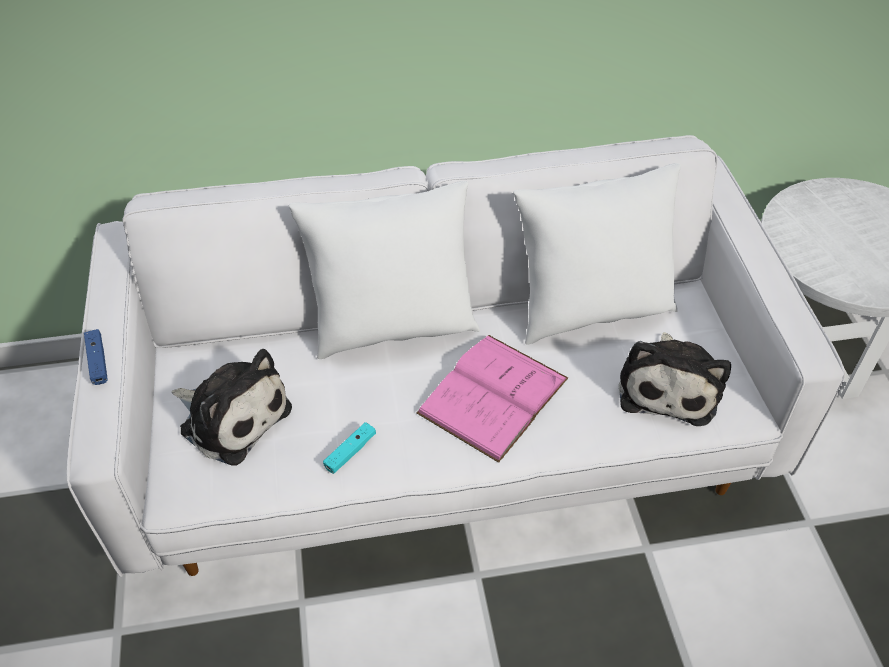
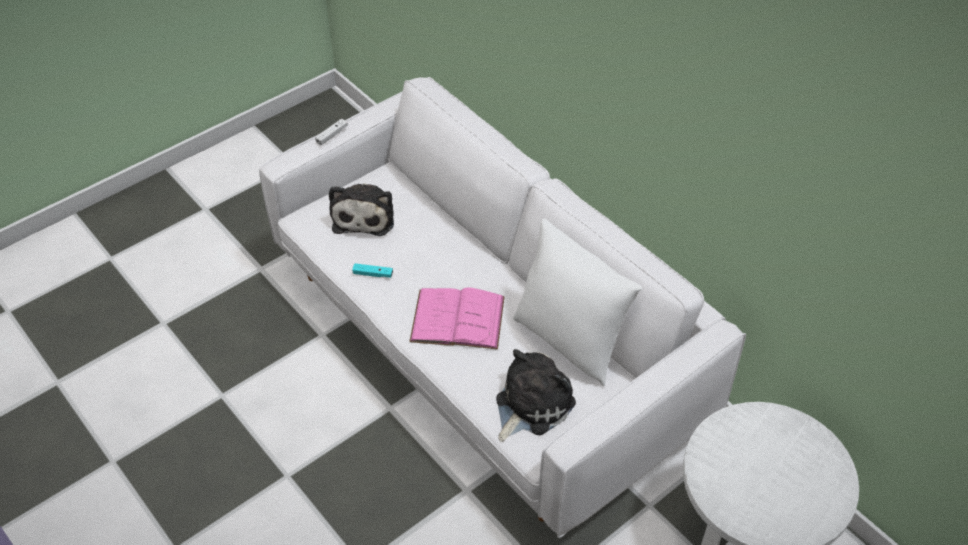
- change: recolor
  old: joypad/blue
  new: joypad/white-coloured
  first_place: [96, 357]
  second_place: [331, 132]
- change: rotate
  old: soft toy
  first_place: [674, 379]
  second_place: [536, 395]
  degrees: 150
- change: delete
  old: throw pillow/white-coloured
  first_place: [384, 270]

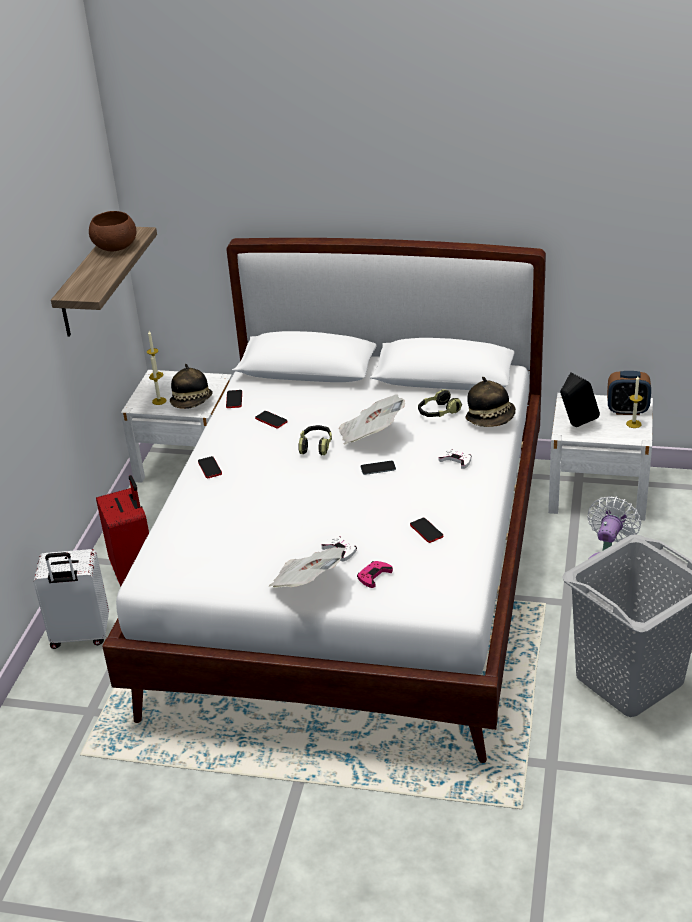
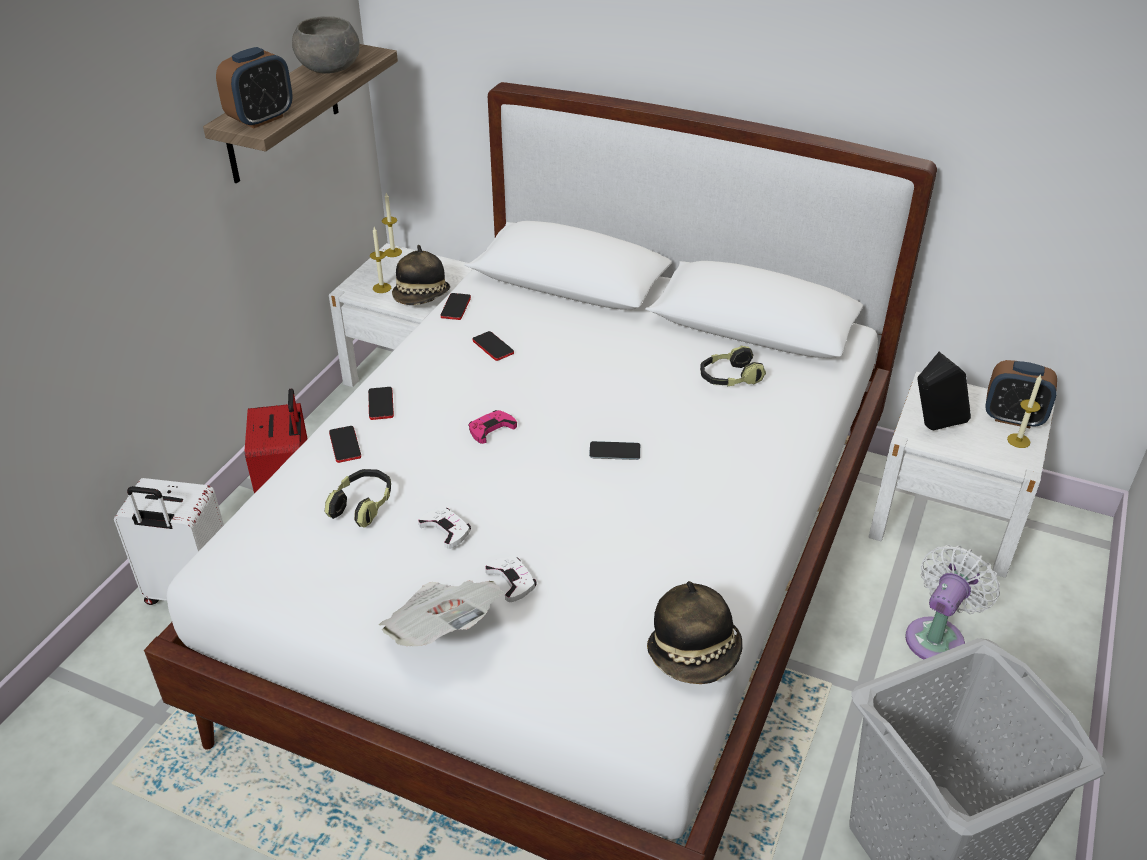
- change: insert
  new: table clock
  second_place: [254, 87]
- change: recolor
  old: deep dish/brown-coloured
  new: deep dish/greyish
  first_place: [112, 231]
  second_place: [326, 45]
- change: move
  old: headphones
  first_place: [315, 440]
  second_place: [358, 498]
- change: move
  old: handset
  first_place: [426, 530]
  second_place: [345, 444]
- change: move
  old: joypad/white-coloured
  first_place: [455, 459]
  second_place: [444, 528]
- change: move
  old: joypad/pink
  first_place: [375, 574]
  second_place: [492, 427]
- change: move
  old: wearable hat
  first_place: [490, 402]
  second_place: [695, 632]
- change: delete
  old: daily paper
  first_place: [372, 419]

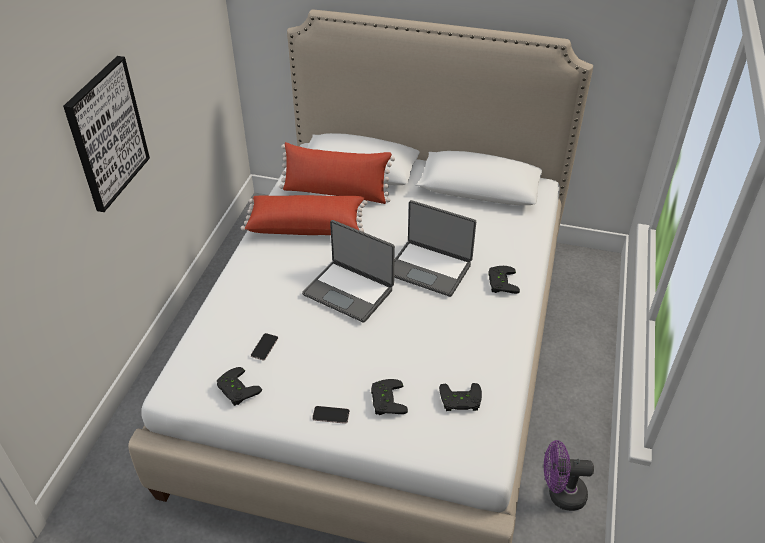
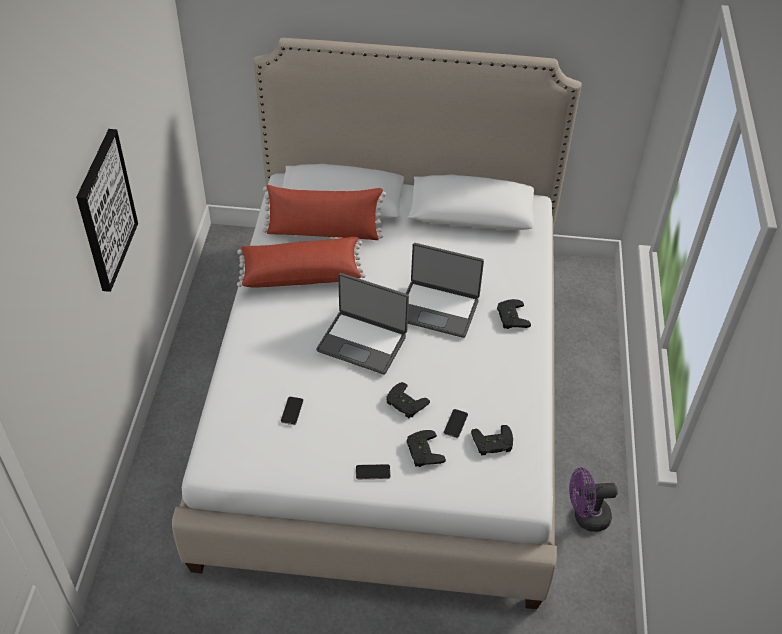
- change: move
  old: joypad/black-coloured
  first_place: [239, 386]
  second_place: [408, 400]
- change: insert
  new: handset
  second_place: [456, 423]

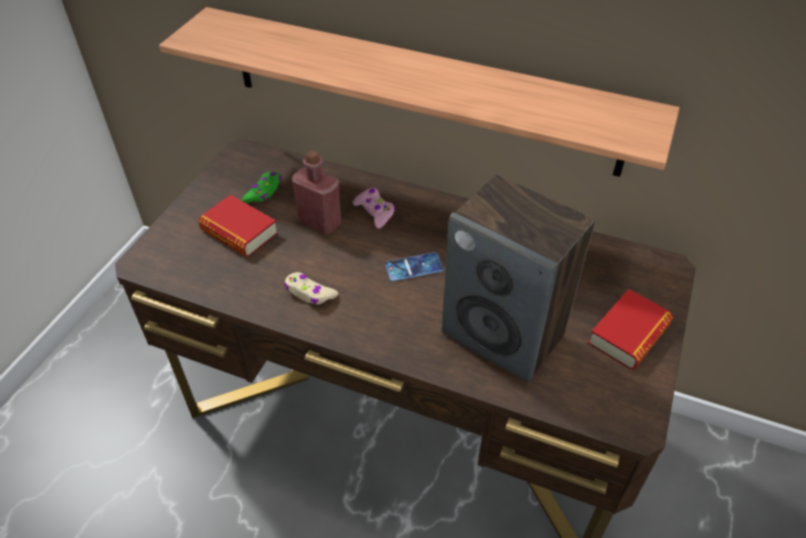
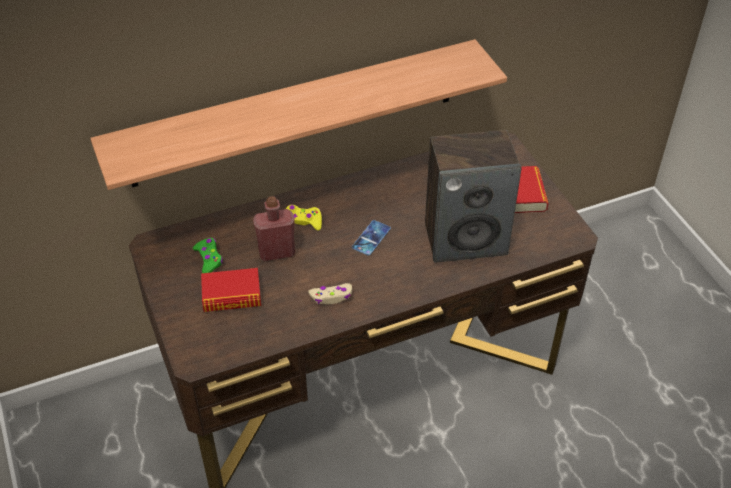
- change: recolor
  old: joypad/pink
  new: joypad/yellow-coloured
  first_place: [374, 208]
  second_place: [304, 217]

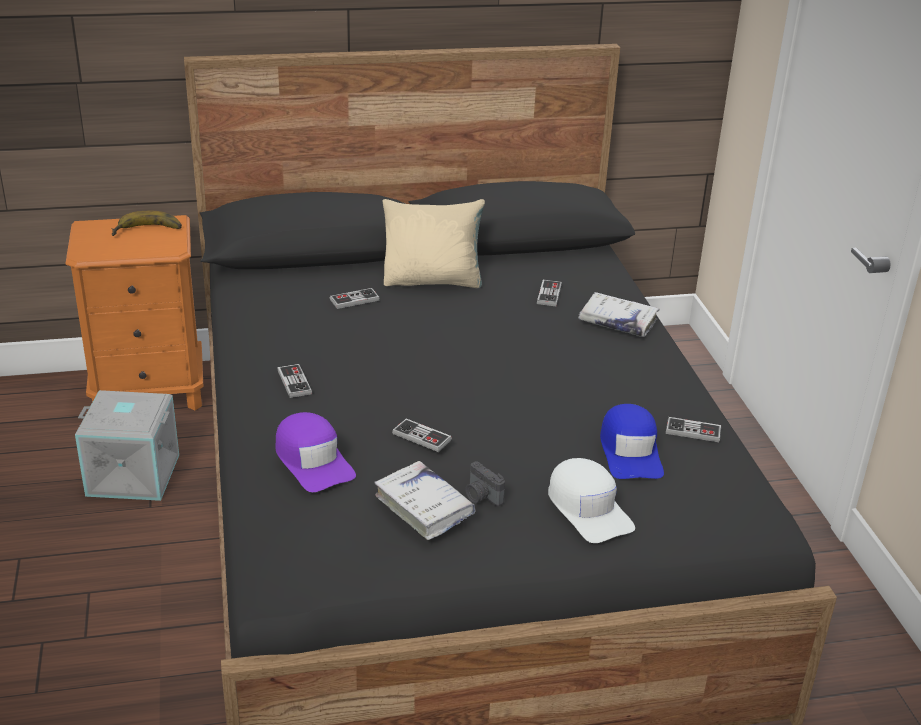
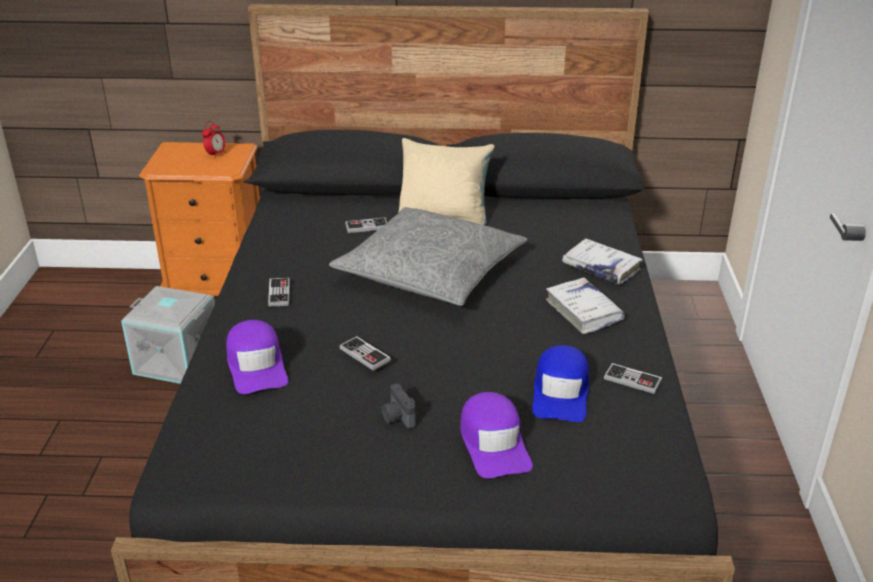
- change: replace
  old: banana fruit
  new: table clock
  first_place: [147, 223]
  second_place: [214, 140]
- change: insert
  new: throw pillow/greyish
  second_place: [428, 256]
- change: recolor
  old: baseball cap/white-coloured
  new: baseball cap/purple-coloured
  first_place: [591, 500]
  second_place: [496, 435]
- change: move
  old: volume/white-coloured
  first_place: [424, 500]
  second_place: [585, 306]
- change: delete
  old: joypad
  first_place: [549, 293]

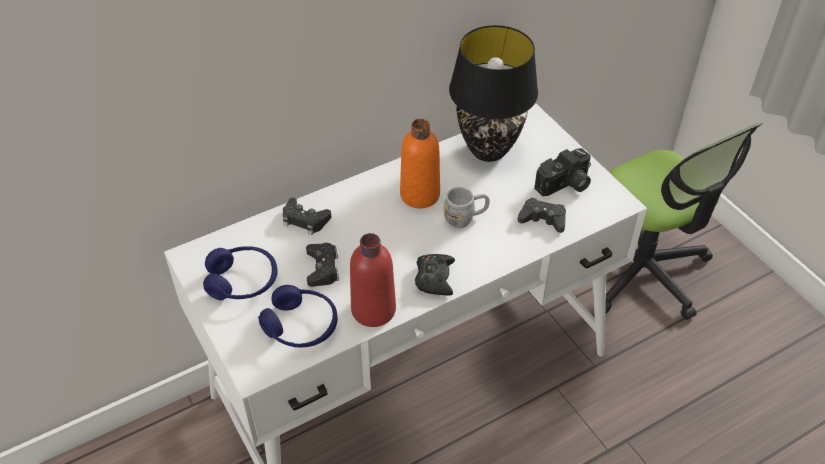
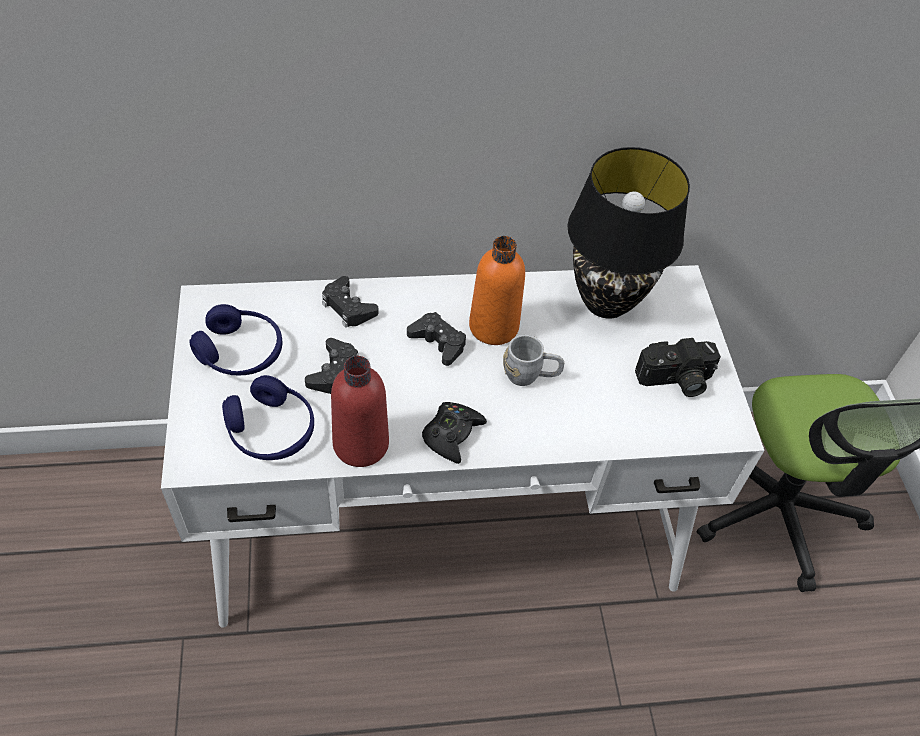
- change: move
  old: joypad/black-coloured
  first_place: [542, 215]
  second_place: [436, 339]

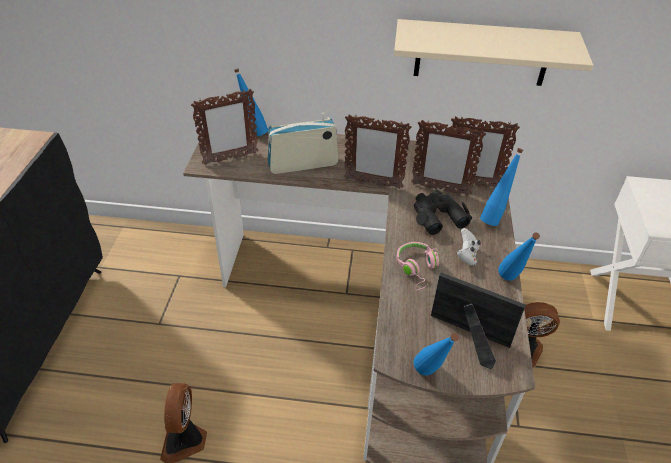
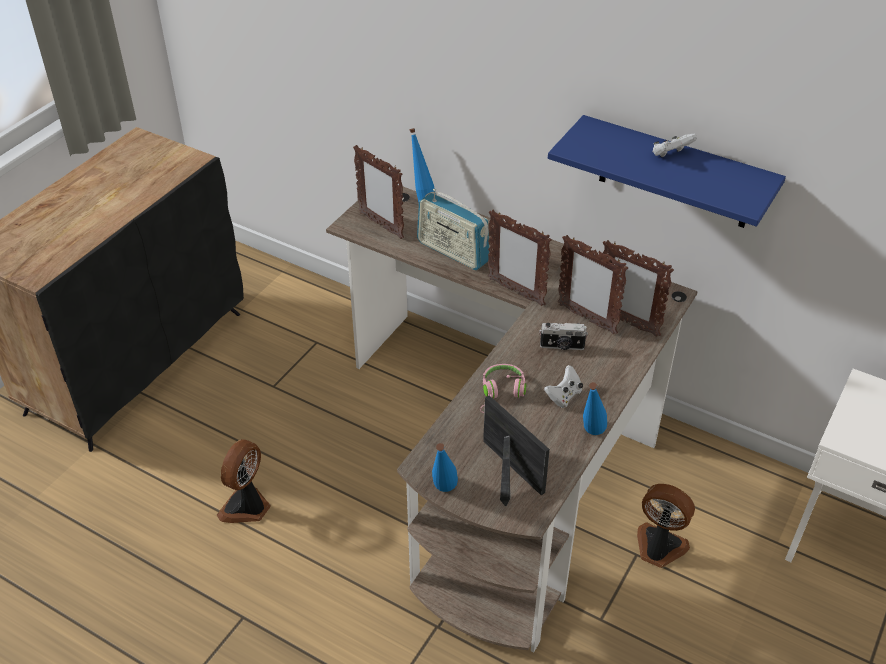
- change: rotate
  old: picture frame
  first_place: [224, 127]
  second_place: [378, 192]
  degrees: 45
- change: rotate
  old: radio receiver
  first_place: [303, 143]
  second_place: [453, 229]
  degrees: -150
- change: replace
  old: pair of binoculars/black-coloured
  new: still camera
  first_place: [443, 212]
  second_place: [563, 336]
- change: recolor
  old: bracket shelf/beige
  new: bracket shelf/blue
  first_place: [493, 52]
  second_place: [667, 171]
- change: insert
  new: joypad/white-coloured
  second_place: [674, 145]
- change: delete
  old: bottle/blue
  first_place: [502, 187]

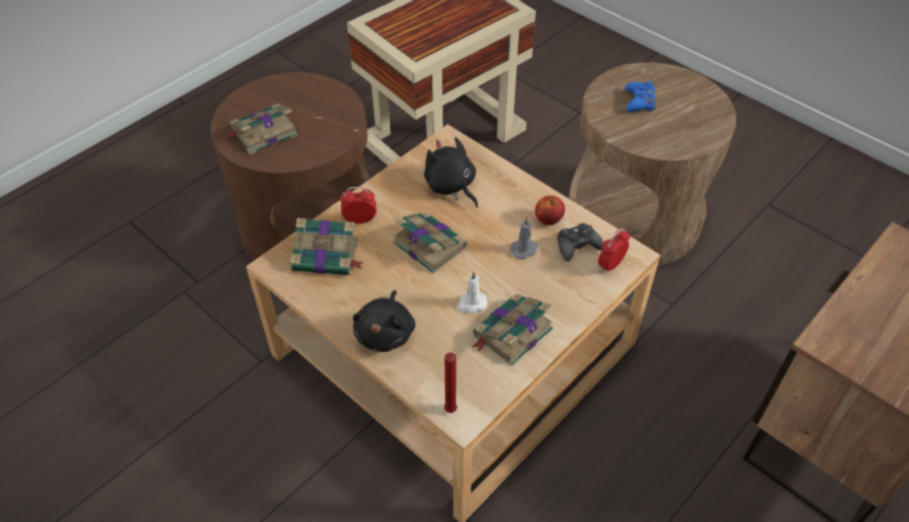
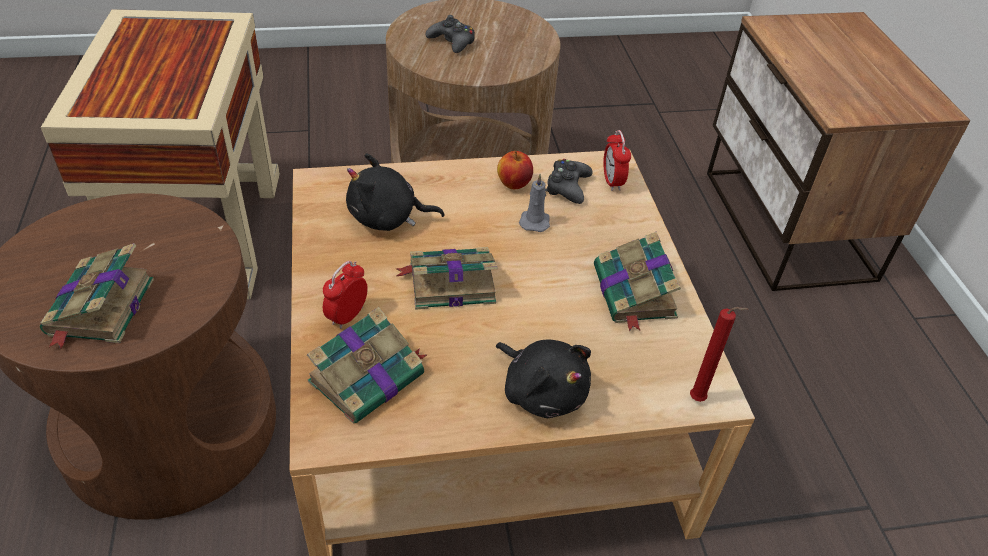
- change: recolor
  old: joypad/blue
  new: joypad/black-coloured
  first_place: [640, 96]
  second_place: [450, 34]
- change: delete
  old: wax candle/white-coloured
  first_place: [472, 292]

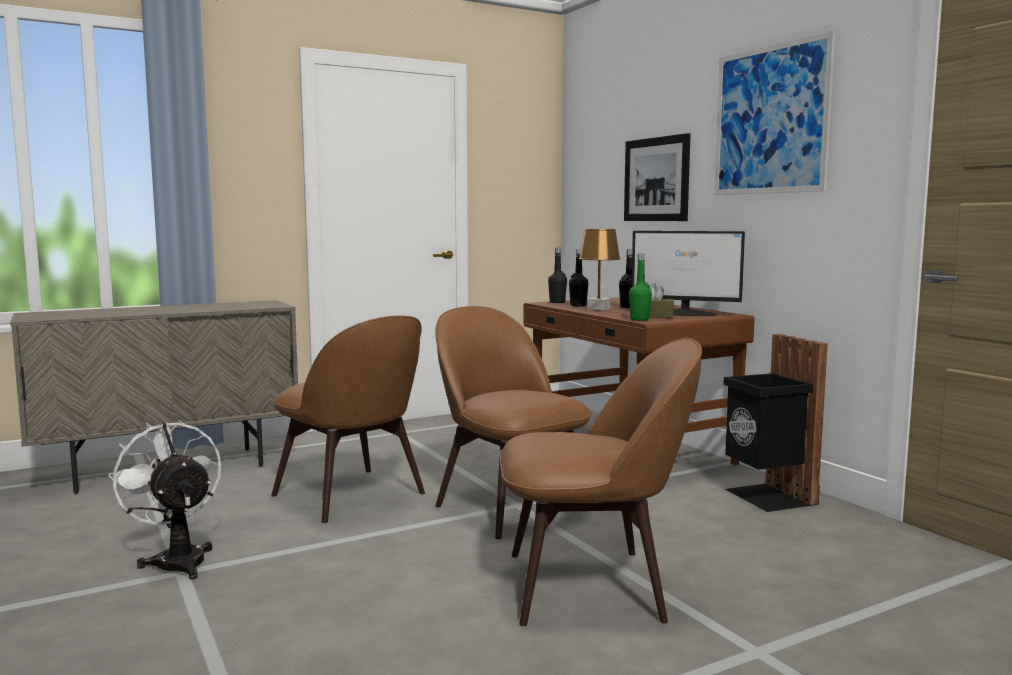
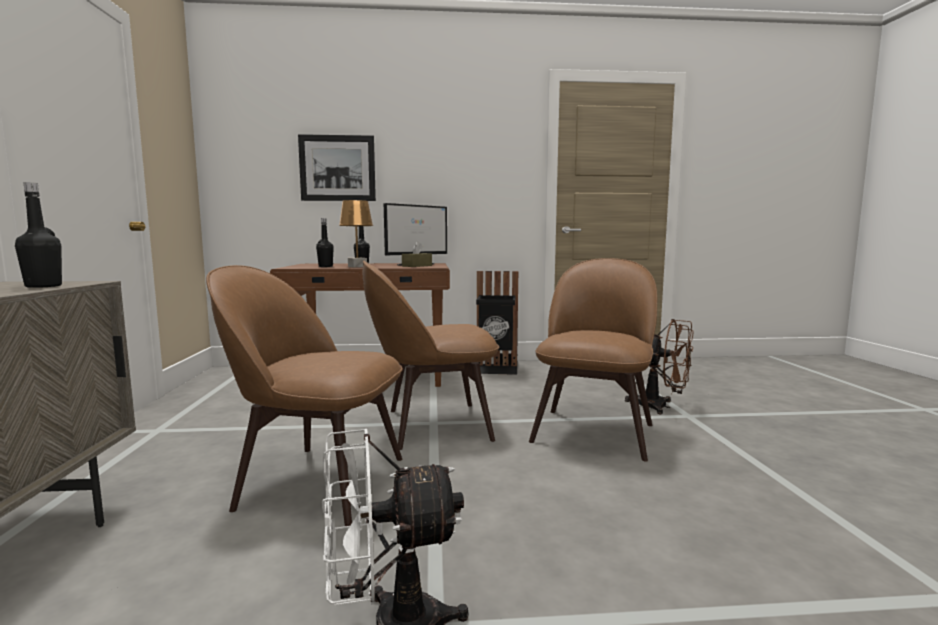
- change: move
  old: bottle/black-coloured
  first_place: [557, 275]
  second_place: [38, 235]
- change: rotate
  old: plain chair/brown-coloured
  first_place: [348, 419]
  second_place: [304, 395]
  degrees: -150
- change: insert
  new: fan/brown-coloured
  second_place: [659, 366]
- change: delete
  old: bottle/green
  first_place: [640, 287]
- change: delete
  old: wall art
  first_place: [774, 112]

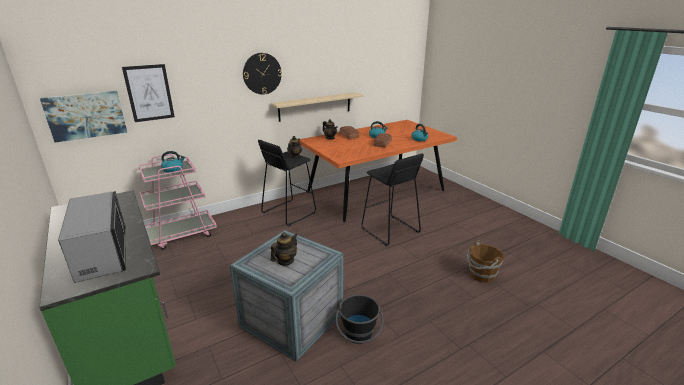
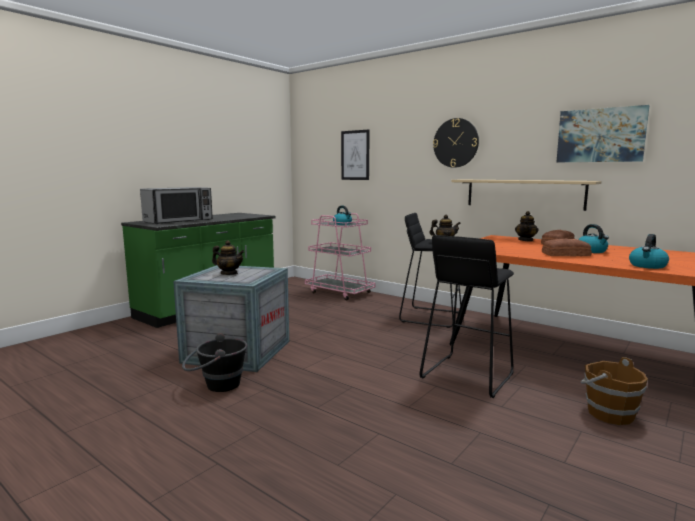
- change: move
  old: wall art
  first_place: [83, 117]
  second_place: [603, 133]
- change: move
  old: water bucket/brown-coloured
  first_place: [485, 262]
  second_place: [614, 391]

